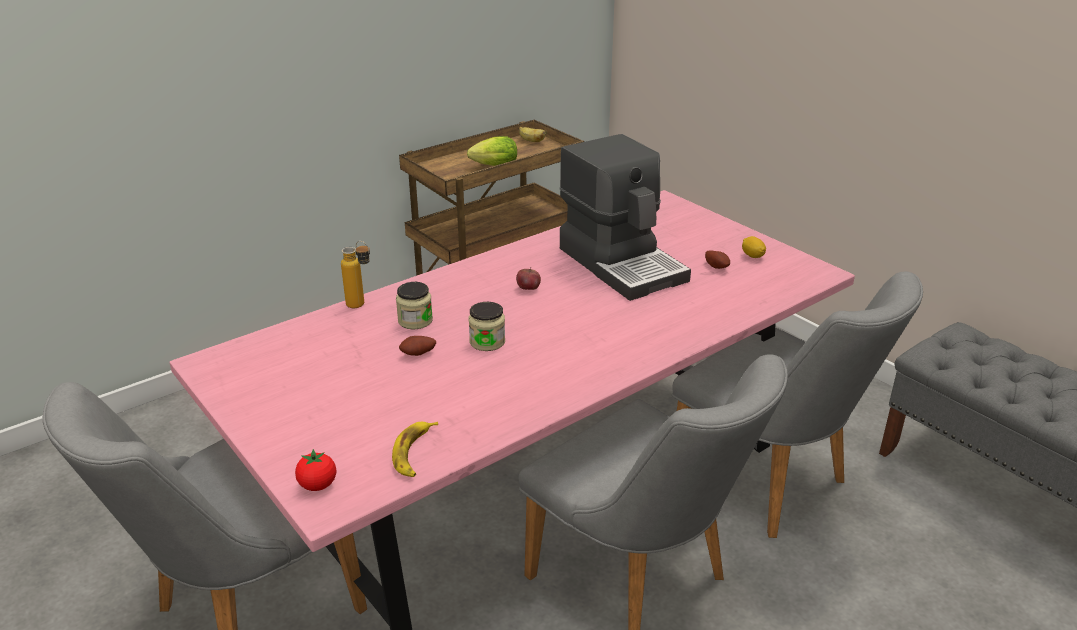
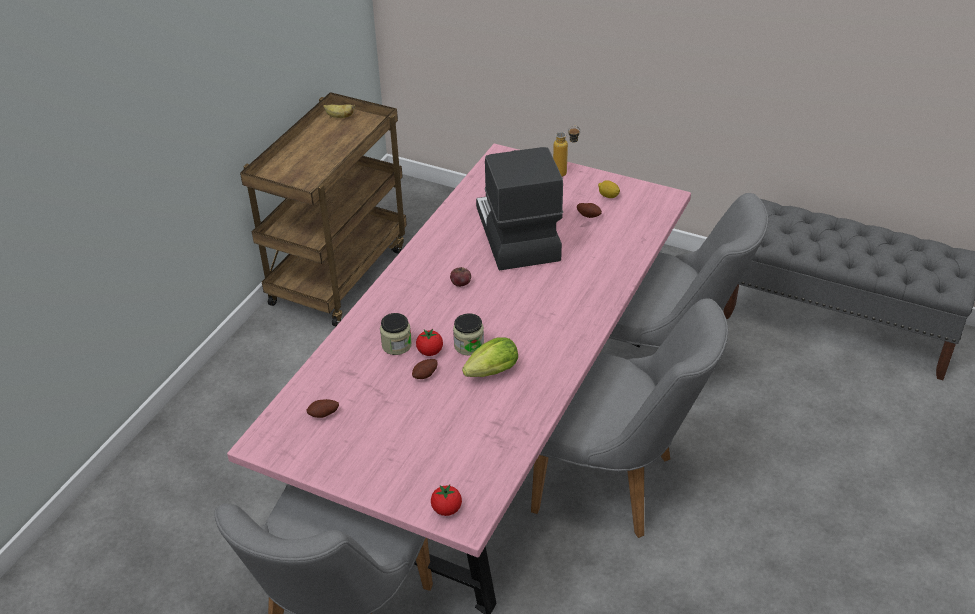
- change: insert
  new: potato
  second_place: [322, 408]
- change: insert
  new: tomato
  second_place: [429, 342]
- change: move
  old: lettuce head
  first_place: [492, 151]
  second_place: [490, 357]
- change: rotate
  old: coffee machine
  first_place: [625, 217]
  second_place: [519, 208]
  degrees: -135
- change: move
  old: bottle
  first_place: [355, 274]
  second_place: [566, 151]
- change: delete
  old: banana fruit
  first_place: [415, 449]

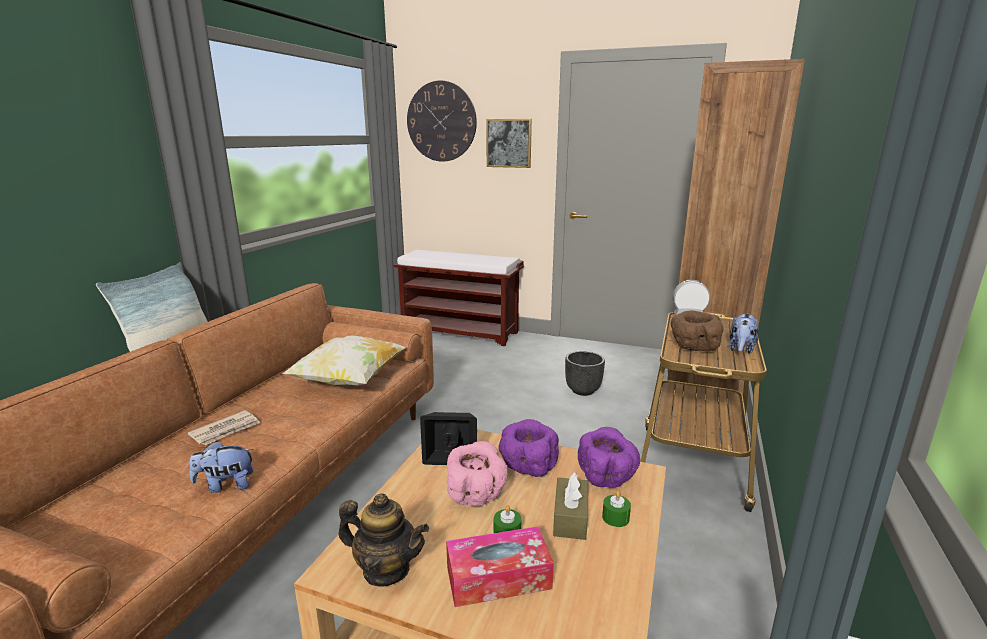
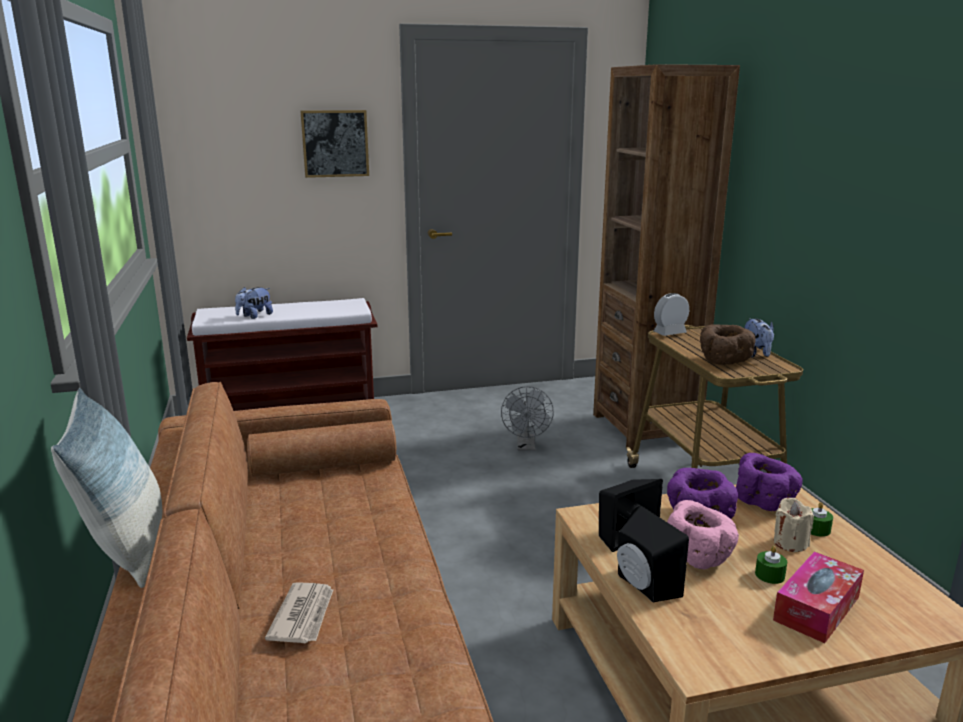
- change: move
  old: soft toy
  first_place: [222, 467]
  second_place: [254, 303]
- change: replace
  old: flower pot/black-coloured
  new: fan/greyish
  first_place: [585, 373]
  second_place: [527, 418]
- change: insert
  new: audio speaker/black-coloured
  second_place: [653, 554]
- change: replace
  old: box of tissues/brown-coloured
  new: wax candle/beige
  first_place: [570, 506]
  second_place: [794, 524]
- change: delete
  old: throw pillow
  first_place: [344, 360]
- change: delete
  old: tea pot
  first_place: [383, 539]
- change: delete
  old: hanging clock
  first_place: [442, 121]

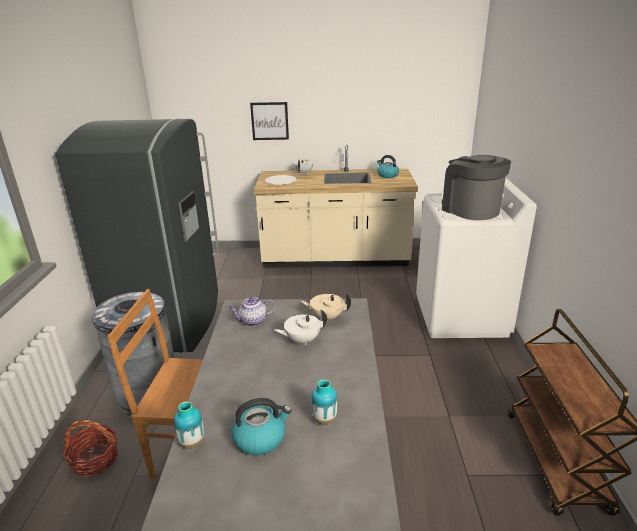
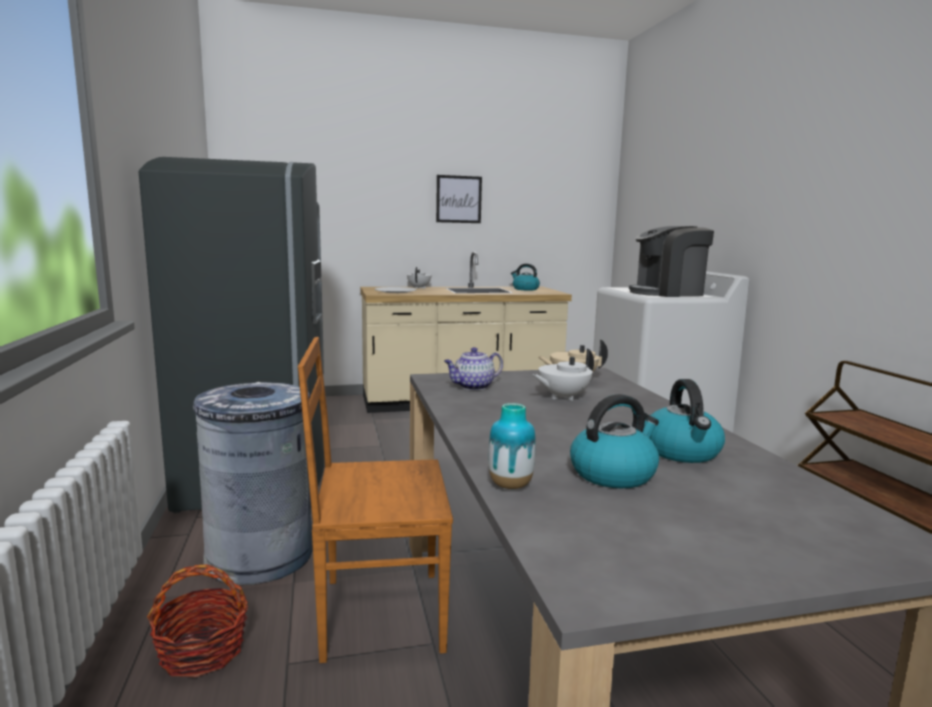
- change: move
  old: wall art
  first_place: [269, 121]
  second_place: [459, 199]
- change: rotate
  old: coffee machine
  first_place: [476, 187]
  second_place: [671, 261]
  degrees: -60
- change: replace
  old: flower vase
  new: kettle
  first_place: [324, 402]
  second_place: [687, 421]

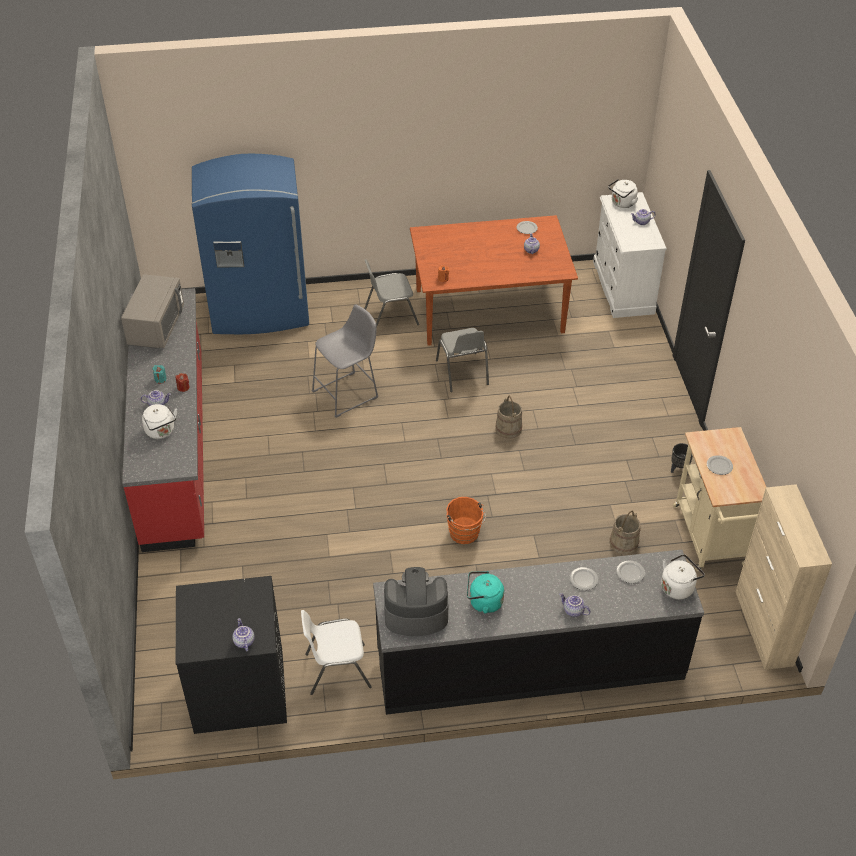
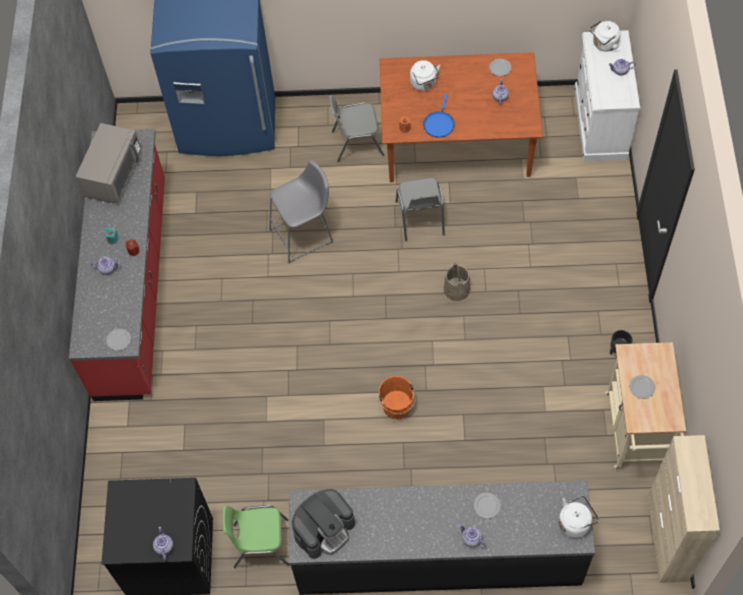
- change: move
  old: plate
  first_place: [631, 572]
  second_place: [118, 339]
- change: recolor
  old: plain chair/white-coloured
  new: plain chair/green
  first_place: [336, 652]
  second_place: [256, 536]
- change: rotate
  old: coffee machine
  first_place: [416, 601]
  second_place: [323, 524]
  degrees: 135
- change: move
  old: kettle/white-coloured
  first_place: [159, 421]
  second_place: [425, 75]
- change: insert
  new: frying pan/blue
  second_place: [439, 116]
- change: delete
  old: kettle/turquoise-coloured
  first_place: [485, 592]
- change: delete
  old: water bucket/beige
  first_place: [625, 533]

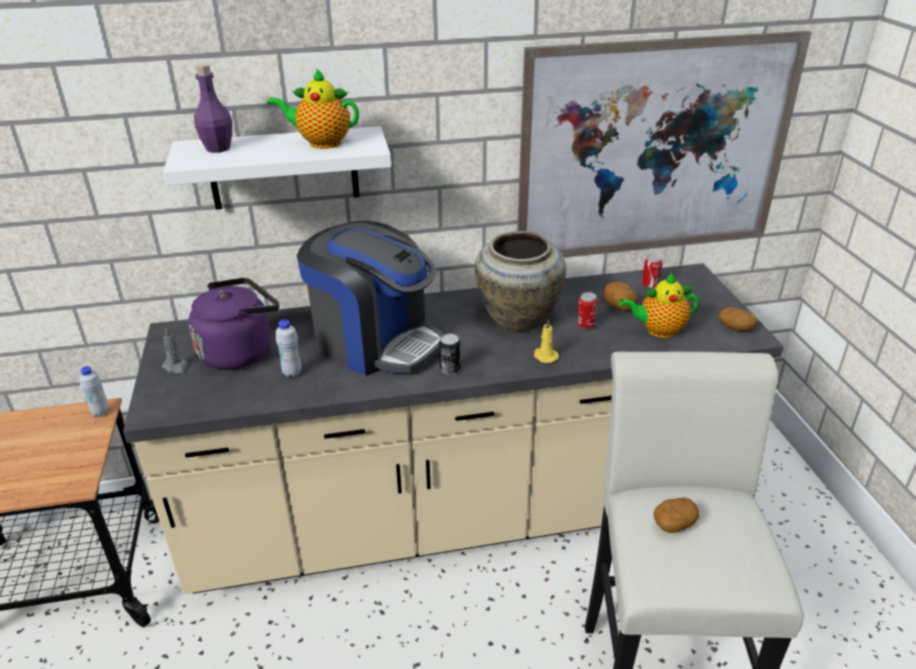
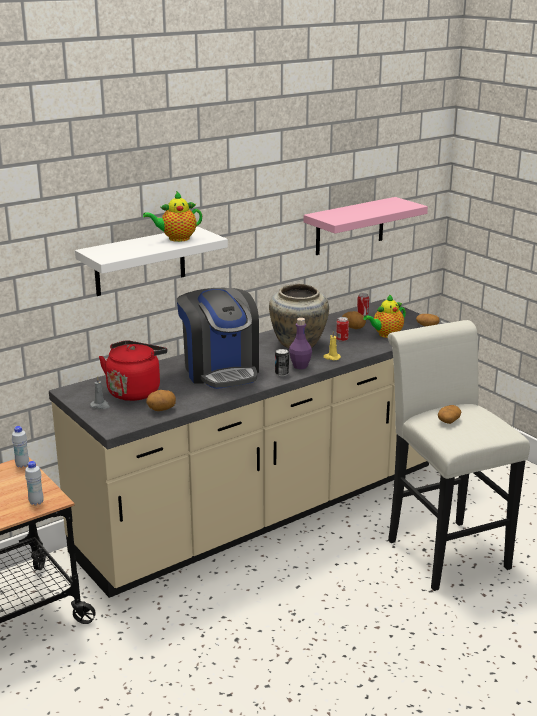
- change: move
  old: bottle/white-coloured
  first_place: [288, 348]
  second_place: [34, 483]
- change: recolor
  old: kettle/purple-coloured
  new: kettle/red-coloured
  first_place: [233, 324]
  second_place: [133, 370]
- change: insert
  new: potato
  second_place: [161, 400]
- change: rotate
  old: coffee machine
  first_place: [370, 298]
  second_place: [218, 338]
  degrees: 60
- change: move
  old: bottle/purple-coloured
  first_place: [213, 108]
  second_place: [300, 343]
- change: replace
  old: wall art
  new: bracket shelf/pink
  first_place: [664, 144]
  second_place: [366, 226]

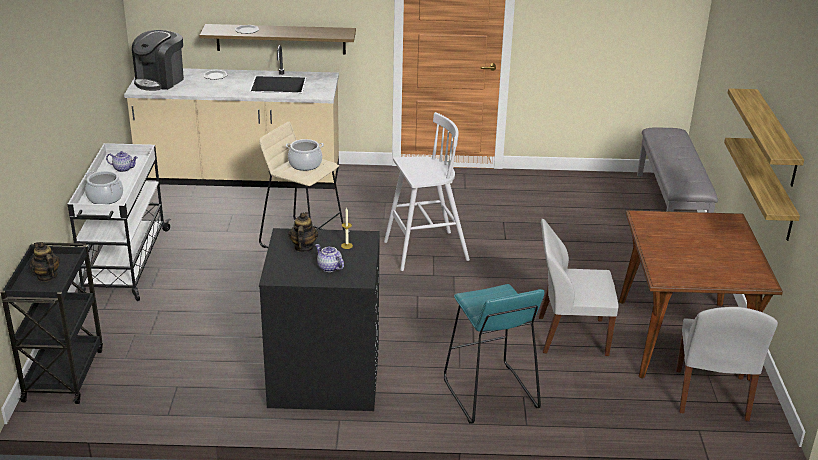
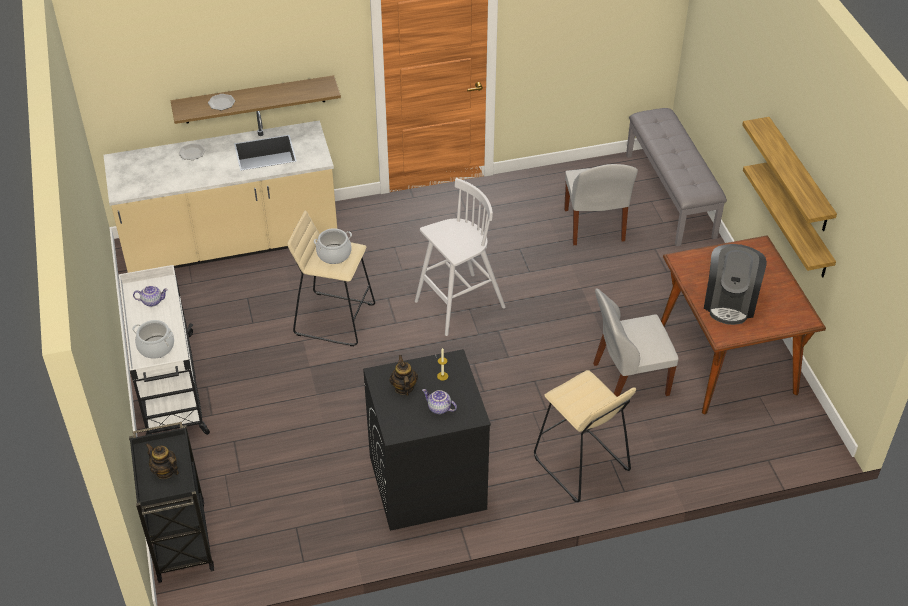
- change: recolor
  old: stool/turquoise-coloured
  new: stool/beige
  first_place: [494, 354]
  second_place: [585, 436]
- change: move
  old: plain chair/white-coloured
  first_place: [727, 364]
  second_place: [601, 204]
- change: move
  old: coffee machine
  first_place: [158, 60]
  second_place: [735, 284]

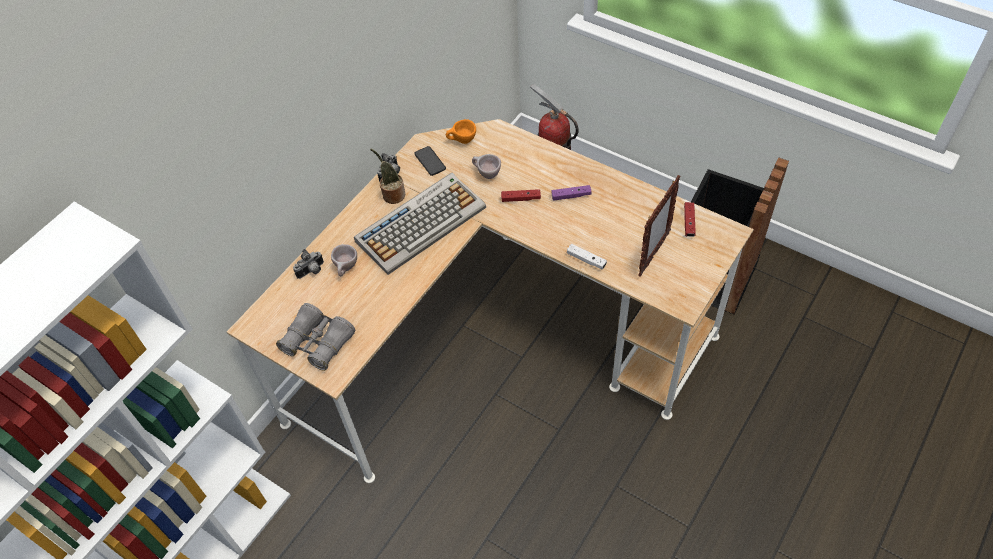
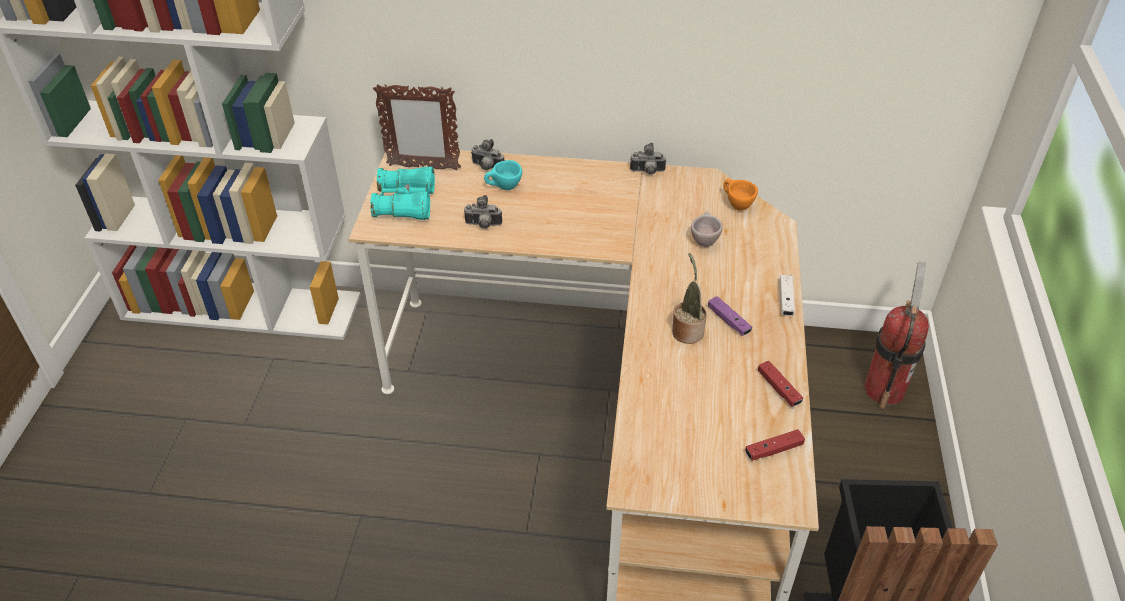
- change: recolor
  old: pair of binoculars/greyish
  new: pair of binoculars/turquoise-coloured
  first_place: [315, 337]
  second_place: [402, 193]
- change: move
  old: picture frame
  first_place: [659, 226]
  second_place: [417, 127]
- change: insert
  new: still camera
  second_place: [483, 212]
- change: recolor
  old: drinking cup/beige
  new: drinking cup/turquoise-coloured
  first_place: [344, 260]
  second_place: [503, 175]
- change: move
  old: plant in a pot
  first_place: [387, 176]
  second_place: [689, 298]
- change: move
  old: joypad/red-coloured
  first_place: [521, 195]
  second_place: [780, 384]
- change: move
  old: joypad/white-coloured
  first_place: [587, 257]
  second_place: [787, 295]
- change: delete
  old: PC keyboard
  first_place: [420, 224]
- change: delete
  old: handset
  first_place: [430, 161]

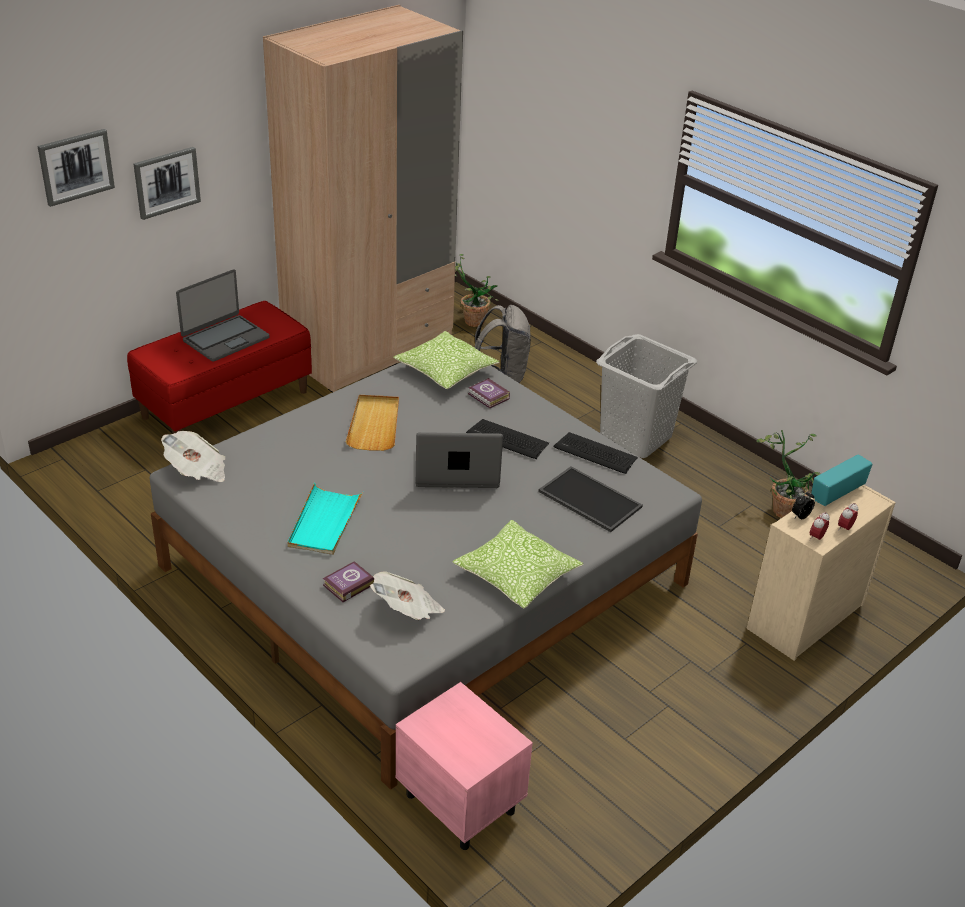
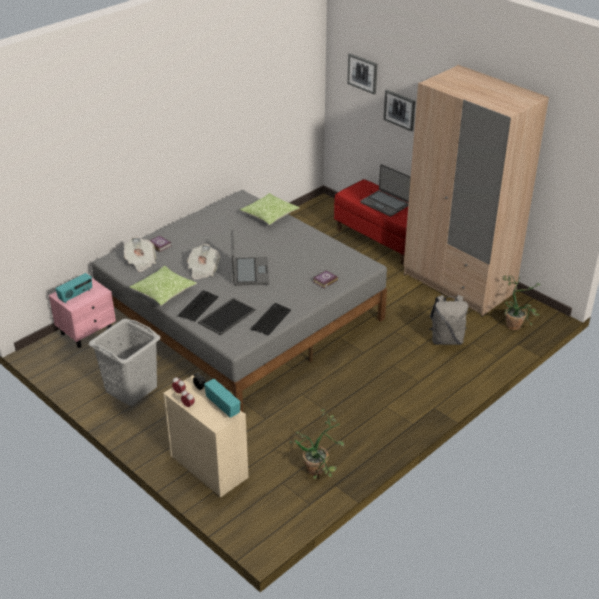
- change: insert
  new: radio receiver
  second_place: [73, 288]
- change: move
  old: washing basket/greyish
  first_place: [646, 396]
  second_place: [124, 362]
- change: move
  old: PC keyboard
  first_place: [507, 439]
  second_place: [198, 306]
- change: move
  old: daily paper
  first_place: [193, 456]
  second_place: [203, 261]
- change: move
  old: throw pillow
  first_place: [446, 360]
  second_place: [269, 209]
- change: delete
  old: serving tray/turquoise-coloured
  first_place: [326, 519]
- change: delete
  old: serving tray/beige
  first_place: [372, 423]

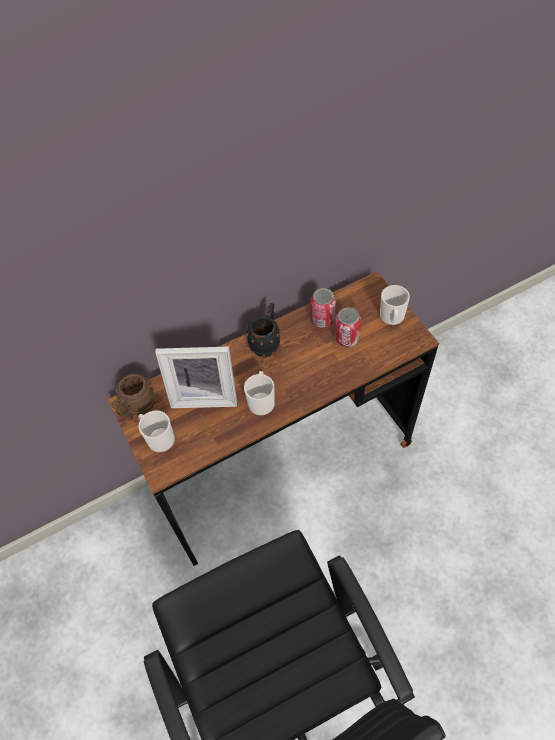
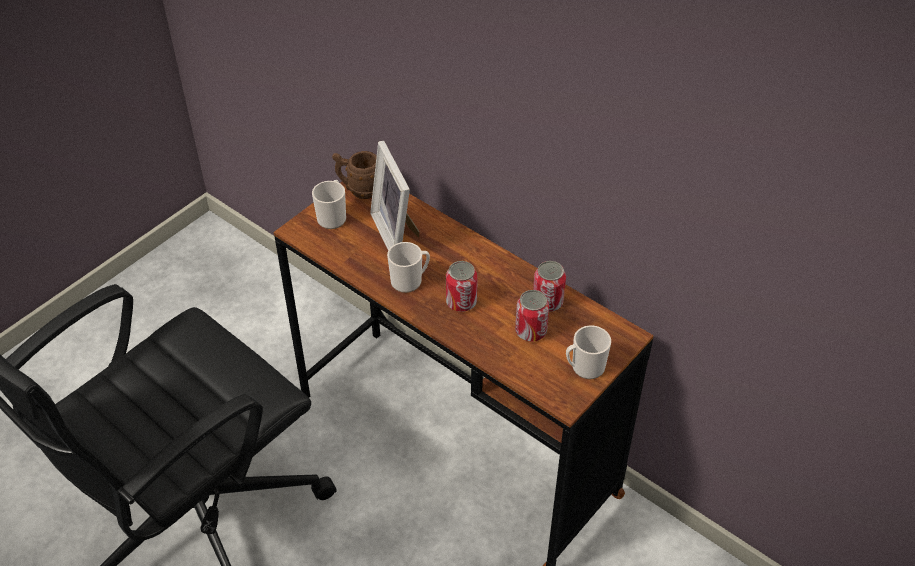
- change: insert
  new: metal can
  second_place: [462, 286]
- change: delete
  old: mug/black-coloured
  first_place: [263, 330]

